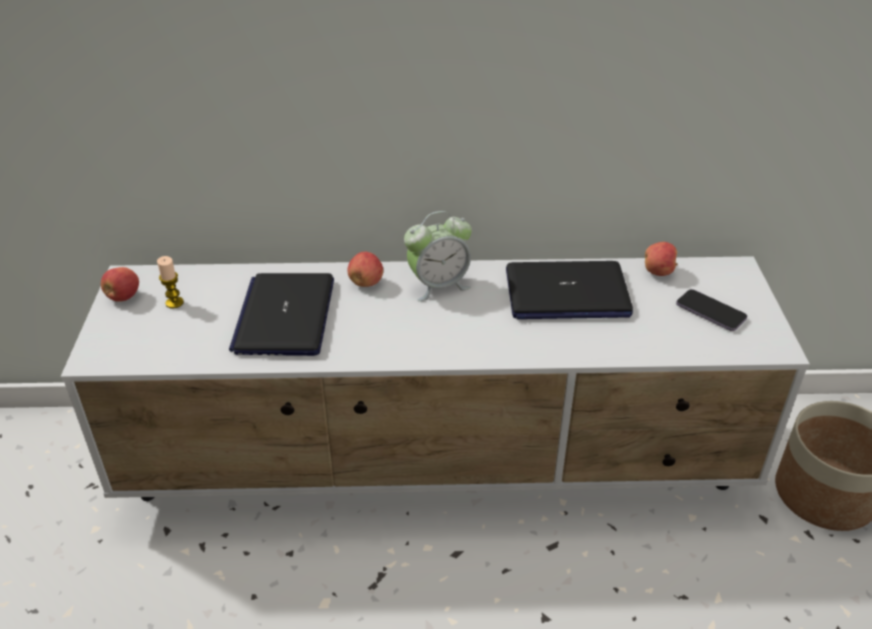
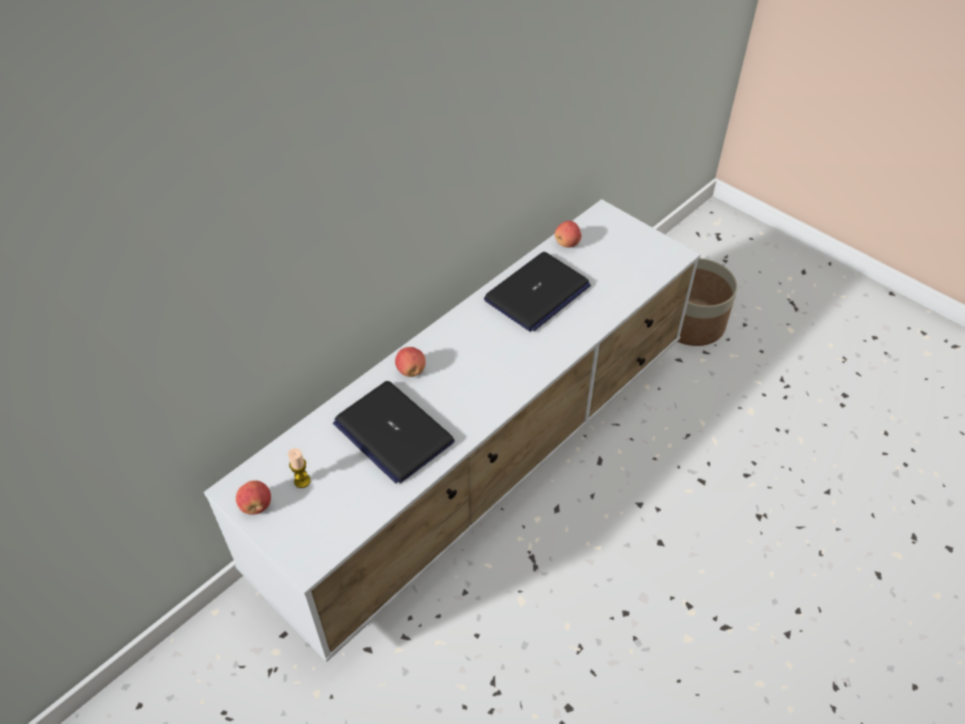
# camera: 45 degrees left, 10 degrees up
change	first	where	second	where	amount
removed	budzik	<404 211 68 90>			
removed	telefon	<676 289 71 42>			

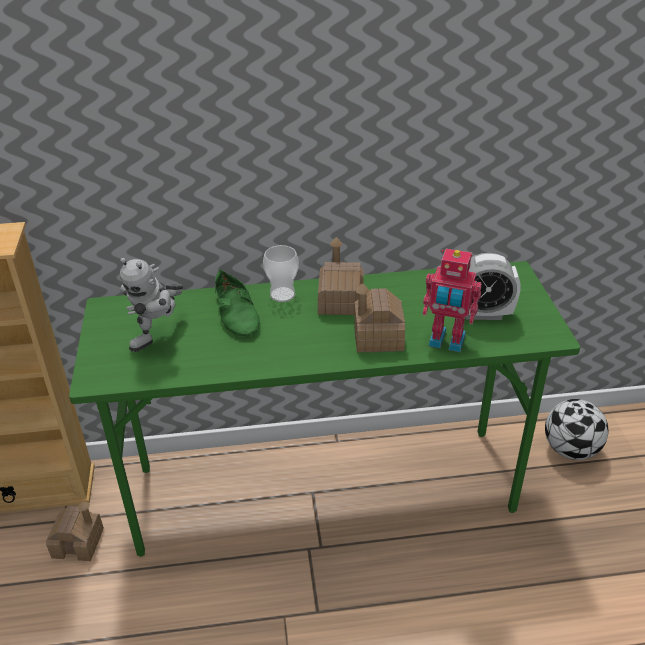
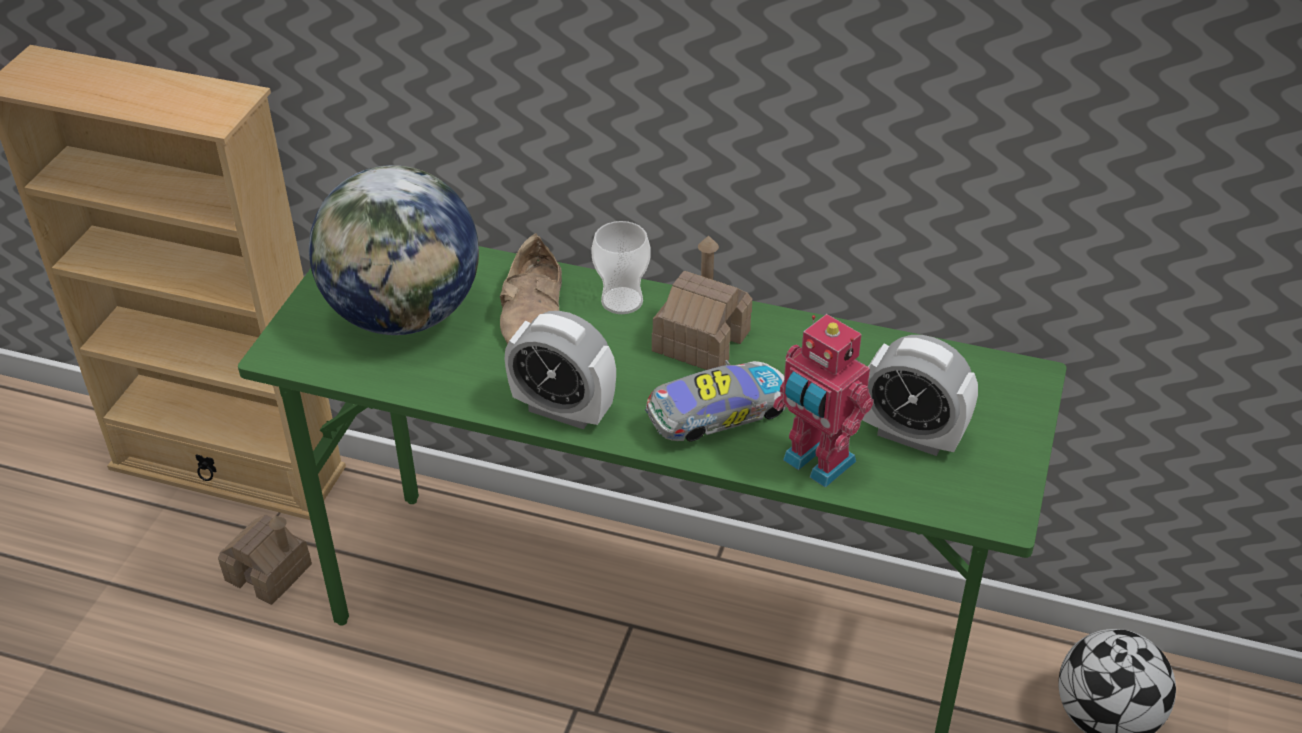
# camera: 25 degrees right, 5 degrees up
change	first	where	second	where	amount
replaced	robot zabawkowy	<120 258 63 94>	globus	<309 165 170 170>	
recoloured	but/zielony	<215 269 45 68>	but/beżowy	<500 233 62 111>	
replaced	domek	<354 283 51 69>	samochodzik	<645 360 141 81>	
added			budzik	<505 311 111 118>	

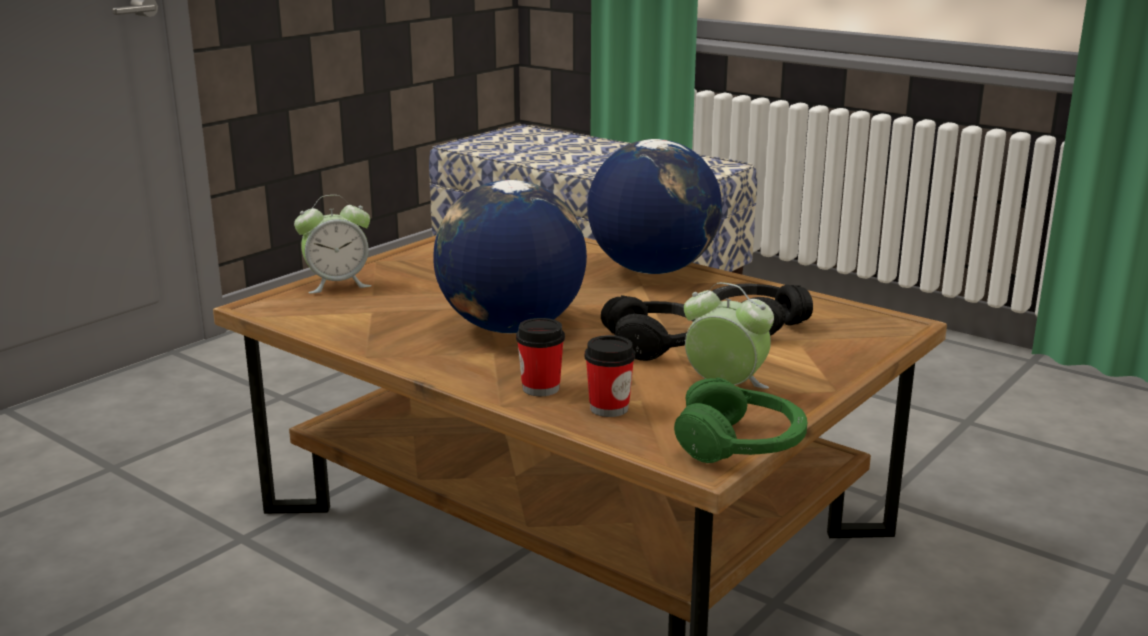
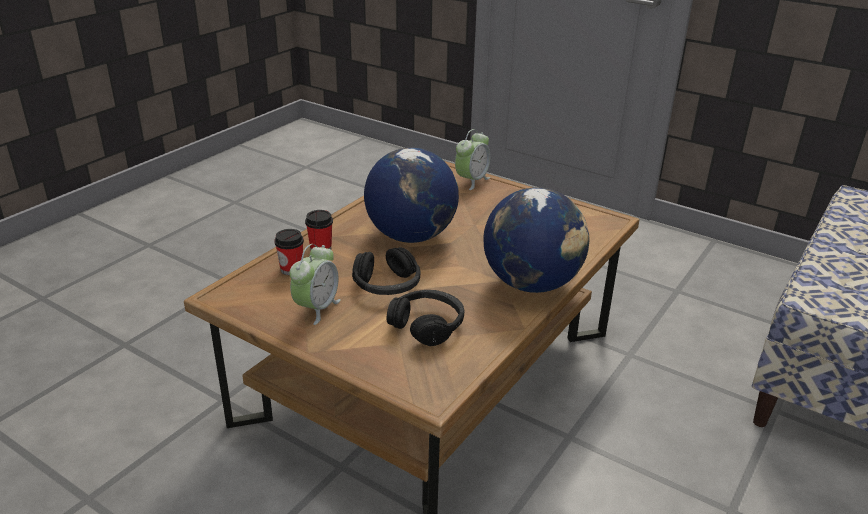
# camera: 85 degrees right, 10 degrees up
change	first	where	second	where	amount
turned	budzik	<294 195 78 99>		<455 129 36 61>	120 degrees counterclockwise
removed	słuchawki/zielony	<674 377 133 86>			

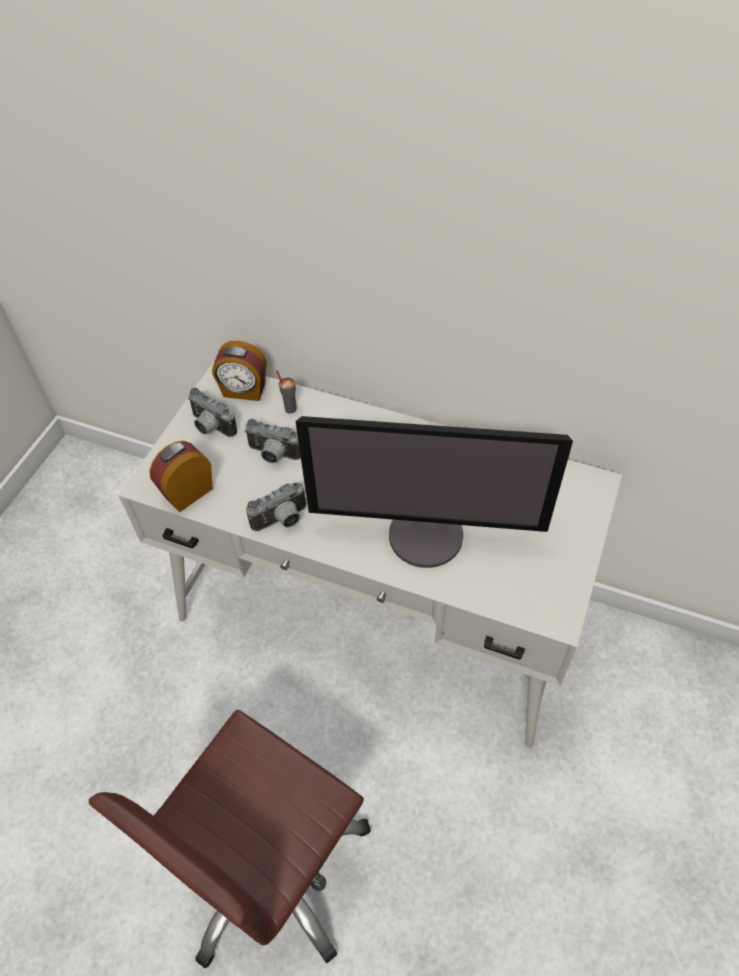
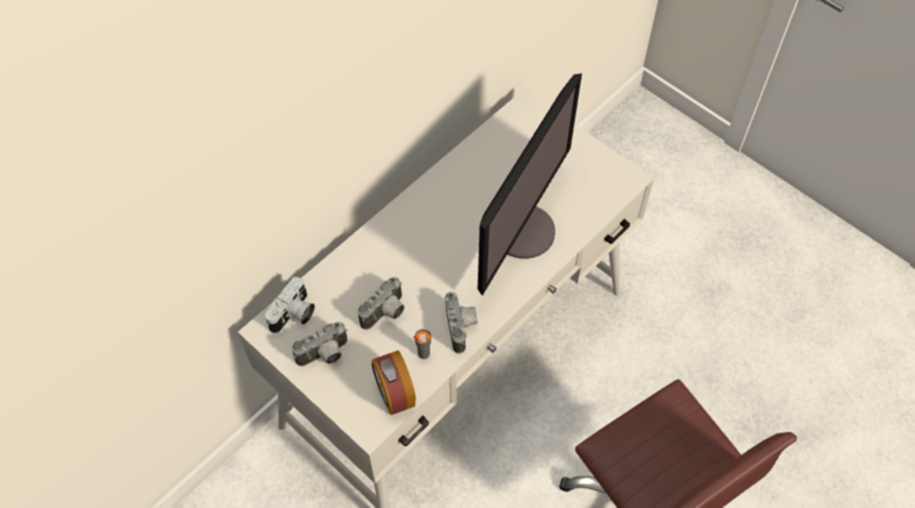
# camera: 70 degrees left, 5 degrees up
change	first	where	second	where	amount
replaced	budzik	<212 341 55 60>	aparat fotograficzny	<265 277 50 56>	
moved	filiżanka/szary	<277 371 20 42>		<413 329 18 30>	

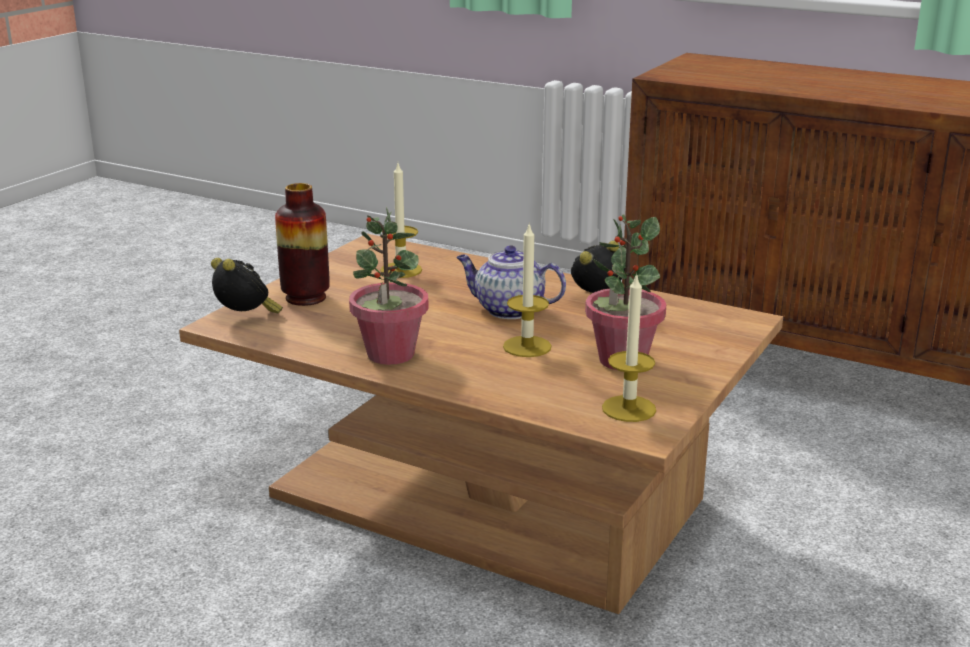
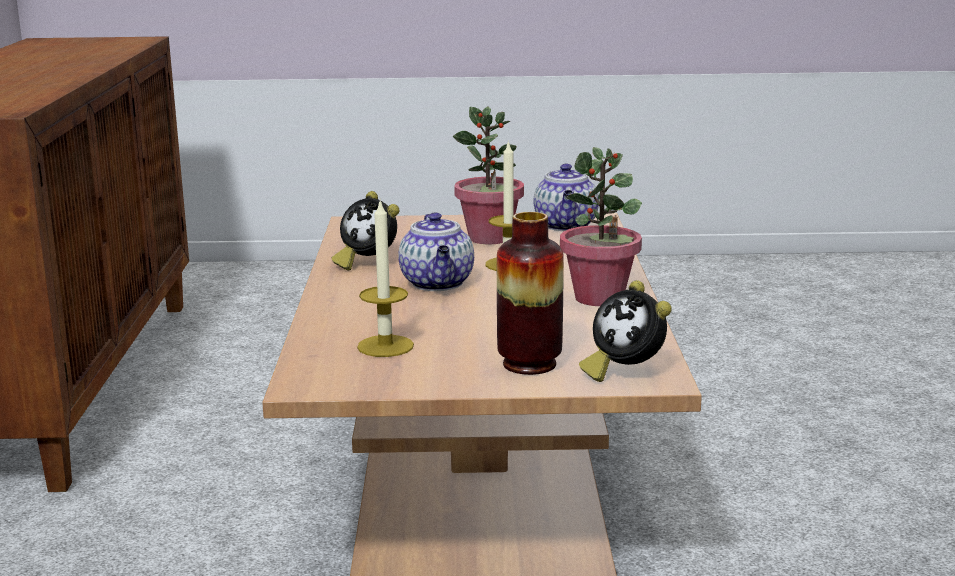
# camera: 120 degrees left, 5 degrees down
change	first	where	second	where	amount
turned	budzik	<211 258 72 55>		<579 280 93 102>	60 degrees counterclockwise
replaced	świeca	<602 273 54 149>	imbryk	<533 164 66 67>	

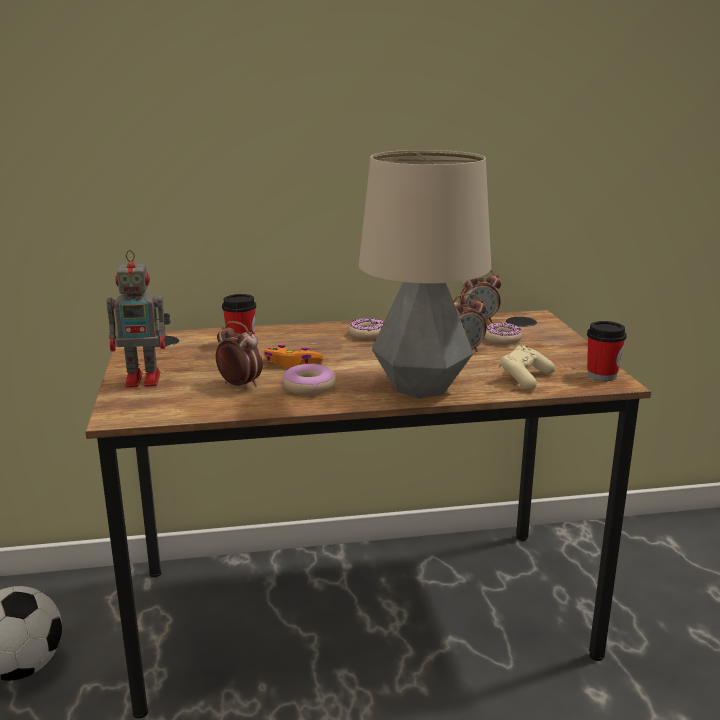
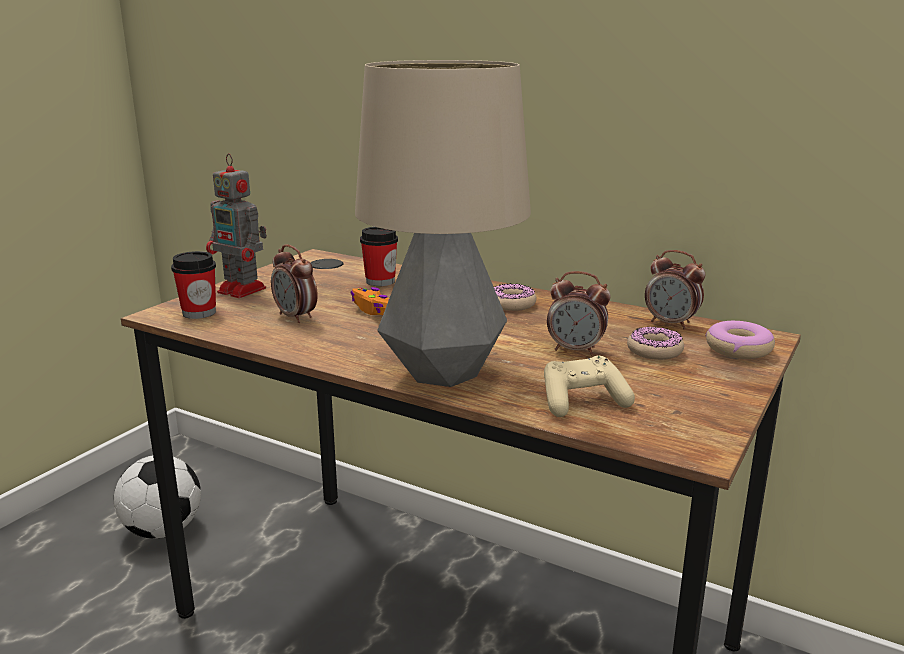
# camera: 40 degrees right, 0 degrees up
change	first	where	second	where	amount
turned	budzik	<216 321 47 69>		<271 245 47 78>	150 degrees clockwise
moved	filiżanka	<587 321 40 60>		<171 251 45 68>	
moved	donut	<282 364 54 32>		<706 321 69 38>	

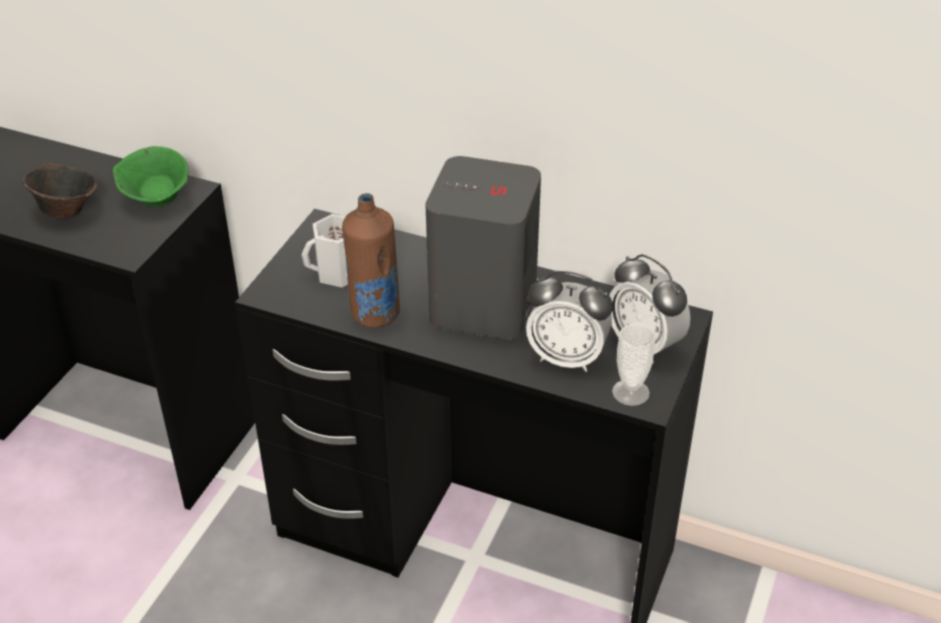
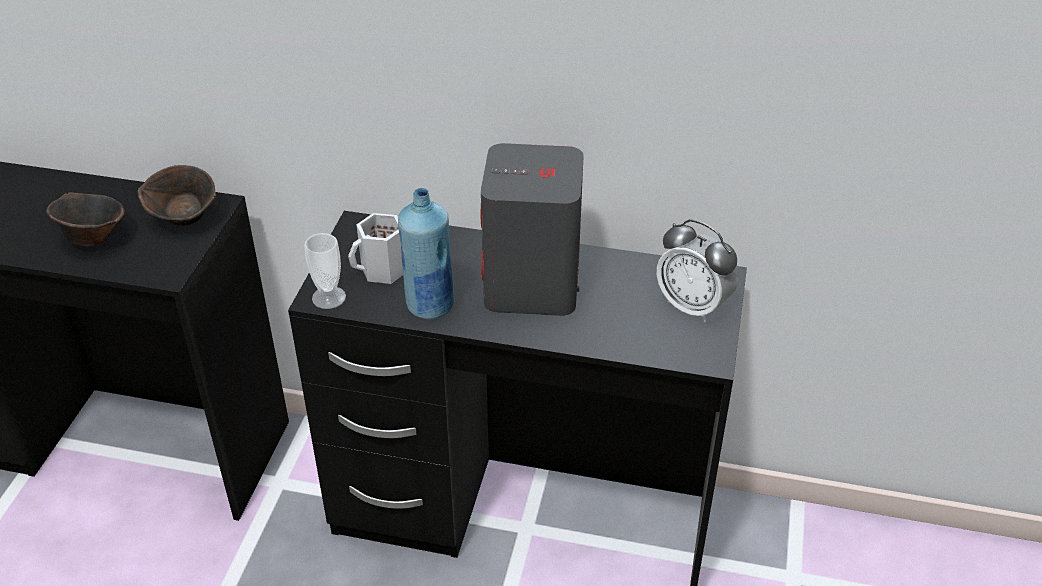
# camera: 10 degrees left, 0 degrees up
change	first	where	second	where	amount
recoloured	miska/zielony	<113 146 75 61>	miska/brązowy	<137 165 79 61>	
recoloured	butelka/brązowy	<342 193 58 135>	butelka/niebieski	<398 188 56 132>	
removed	budzik	<526 270 87 102>			
moved	filiżanka	<612 324 44 82>		<304 233 42 76>	

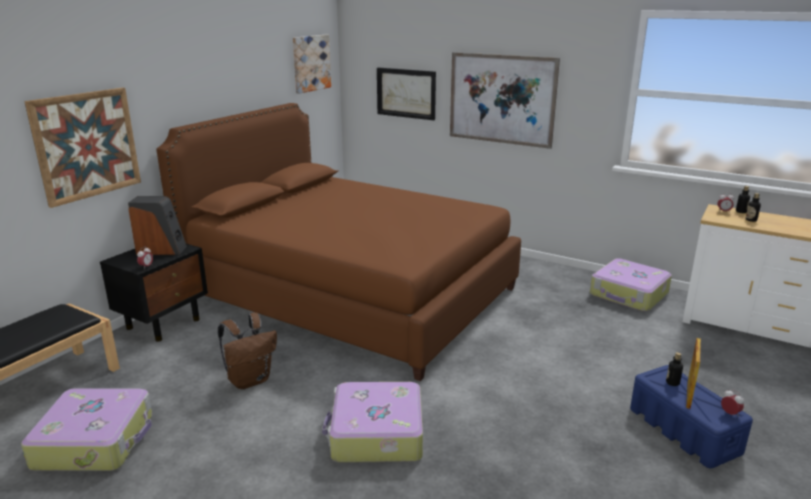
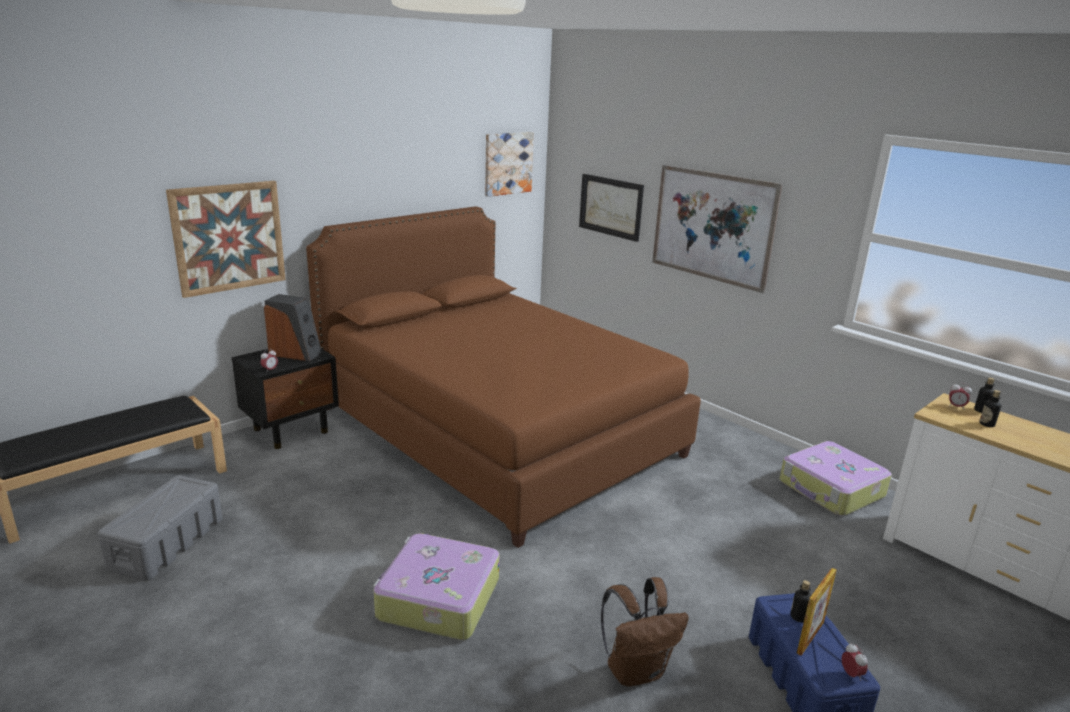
# camera: 15 degrees right, 0 degrees up
change	first	where	second	where	amount
moved	plecak/brązowy	<218 312 59 77>		<601 577 88 110>	
replaced	walizka	<21 388 131 83>	pojemnik do przechowywania/szary	<98 475 124 106>	

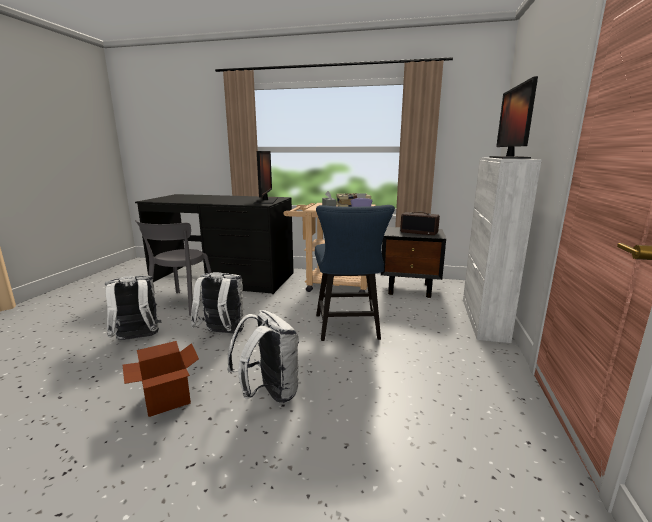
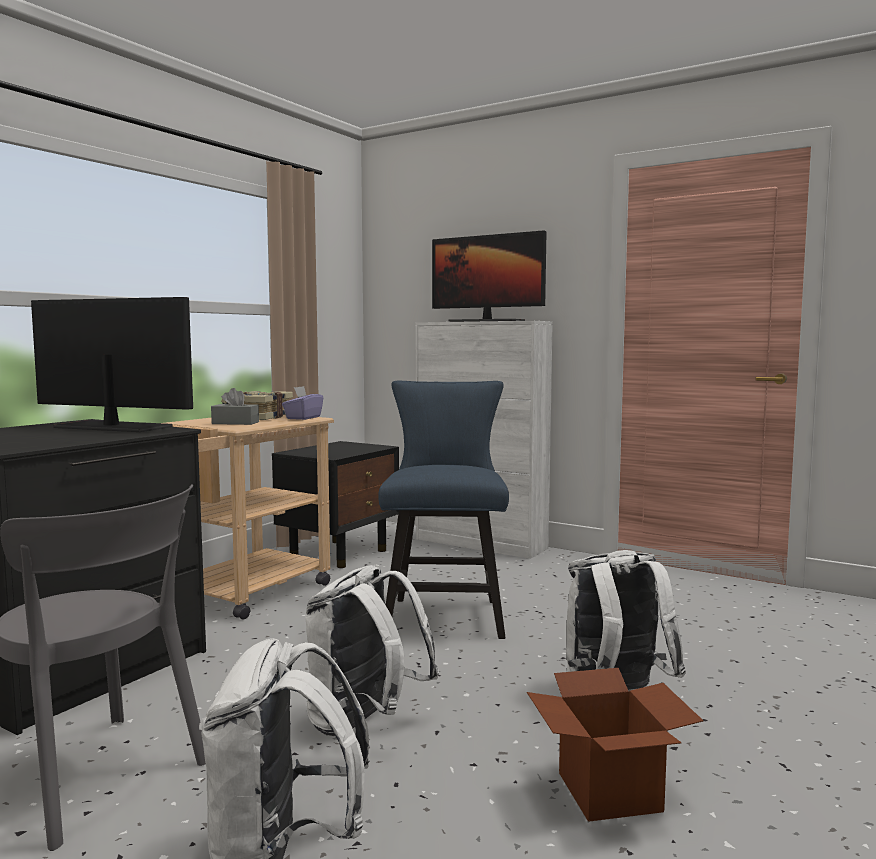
# camera: 70 degrees left, 10 degrees down
change	first	where	second	where	amount
turned	krzesło/niebieski	<315 205 80 136>		<378 381 131 258>	105 degrees counterclockwise
removed	radio	<400 212 40 23>			

